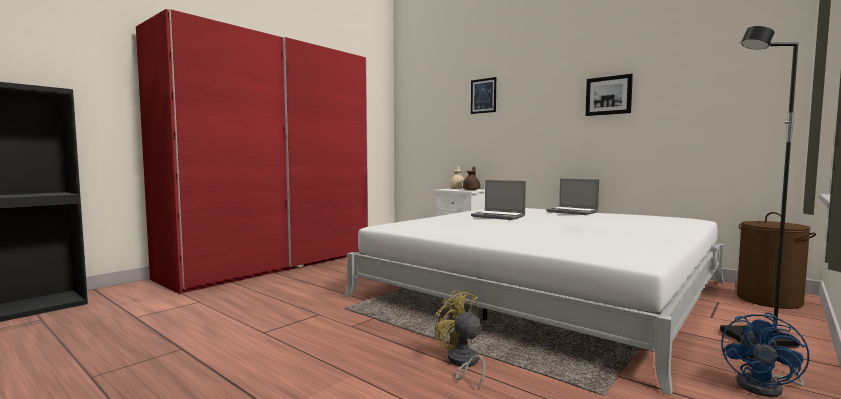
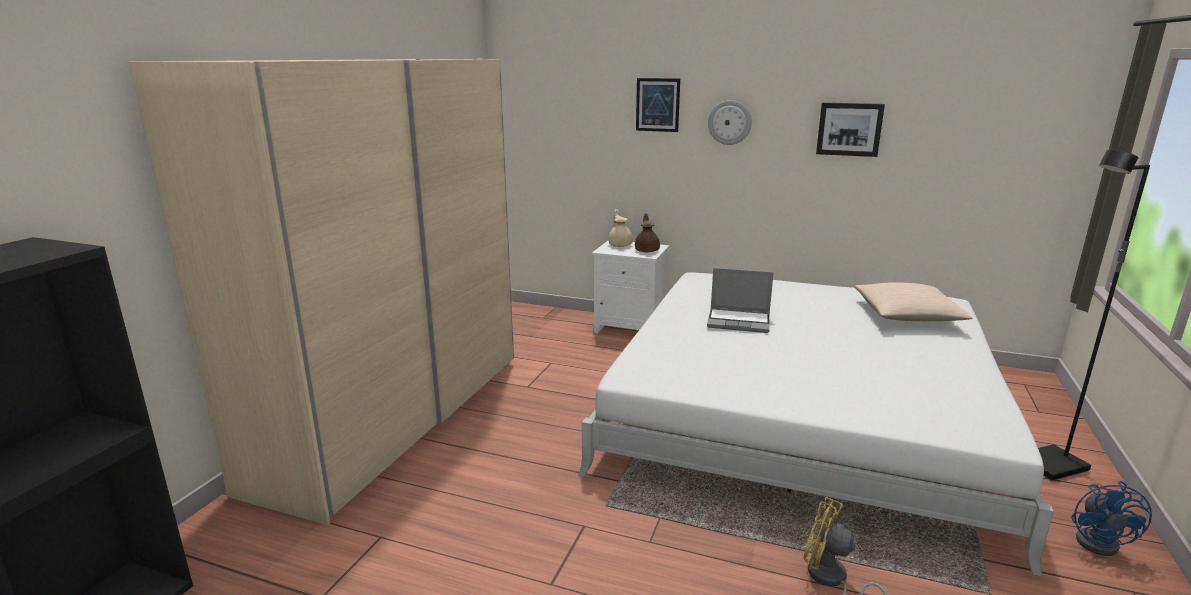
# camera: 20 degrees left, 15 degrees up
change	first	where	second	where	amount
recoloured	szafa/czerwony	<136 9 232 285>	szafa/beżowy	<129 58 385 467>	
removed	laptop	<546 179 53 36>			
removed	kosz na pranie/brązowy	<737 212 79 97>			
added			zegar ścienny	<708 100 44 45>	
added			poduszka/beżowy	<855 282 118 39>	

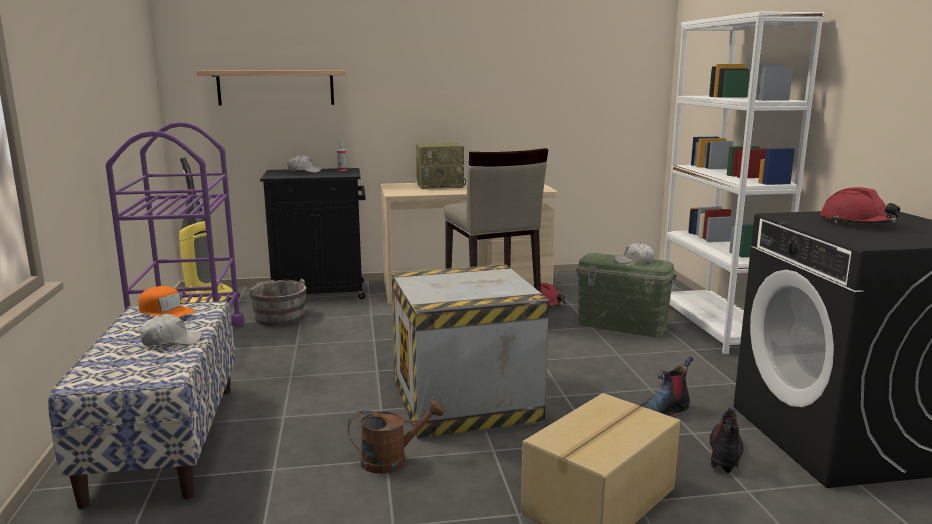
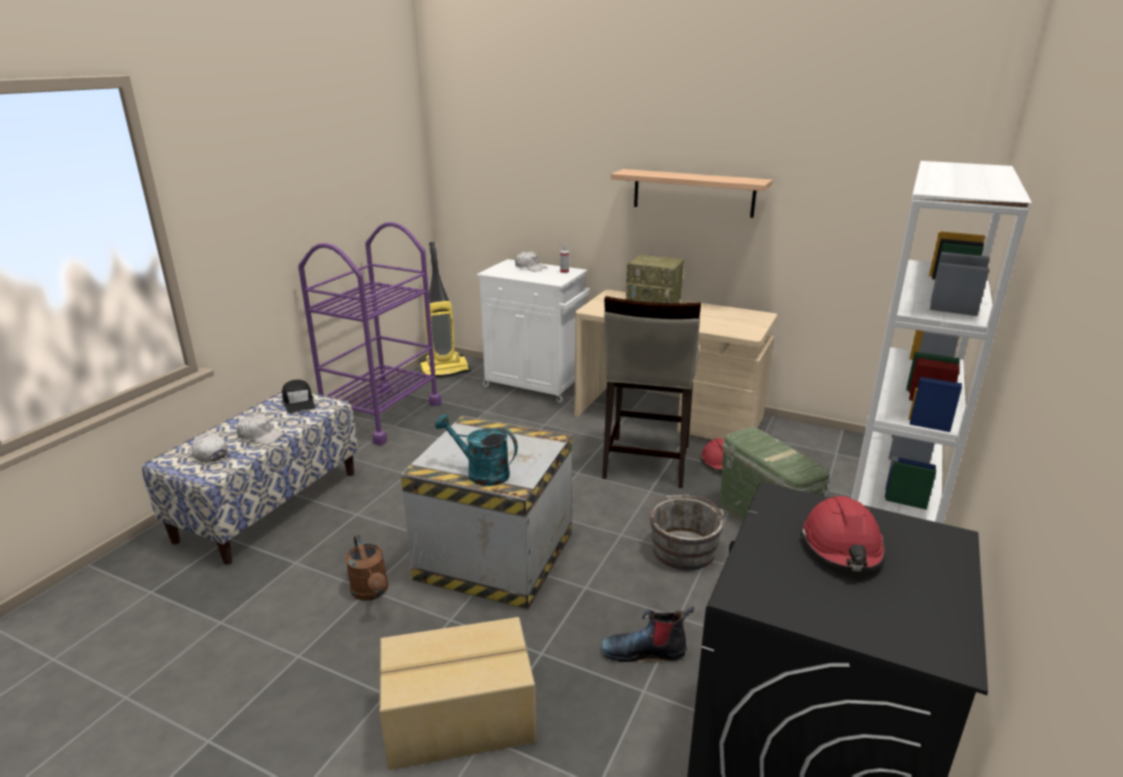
# camera: 35 degrees right, 10 degrees up
change	first	where	second	where	amount
moved	półka	<196 70 150 36>		<611 169 162 49>	
recoloured	szafka/czarny	<260 168 106 131>	szafka/biały	<477 259 113 144>	
moved	czapka z daszkiem/biały	<614 242 40 21>		<188 433 40 29>	
moved	wiadro/szary	<246 279 61 47>		<649 494 75 76>	
recoloured	czapka z daszkiem/pomarańczowy	<139 286 57 32>	czapka z daszkiem/czarny	<282 380 34 33>	
turned	konewka/brązowy	<348 400 96 73>		<345 534 43 67>	45 degrees clockwise
removed	but z cholewką	<710 408 34 65>			
added			konewka/turkusowy	<435 414 83 72>	

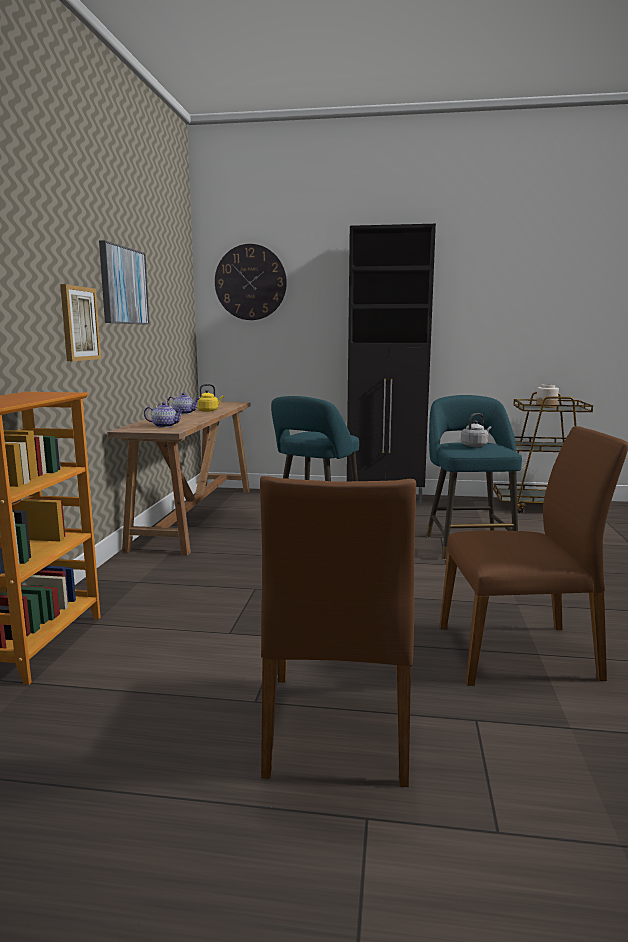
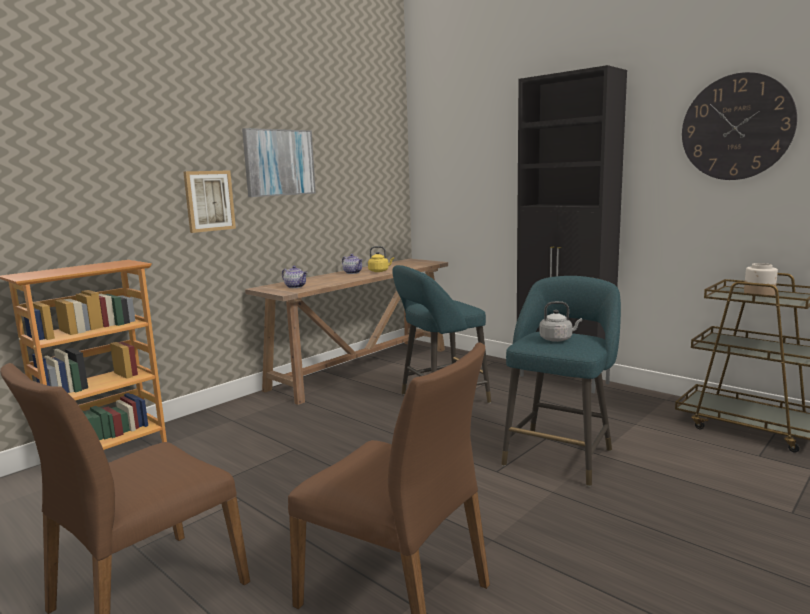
# camera: 35 degrees right, 0 degrees up
change	first	where	second	where	amount
moved	zegar ścienny	<215 244 72 76>		<682 72 115 108>	

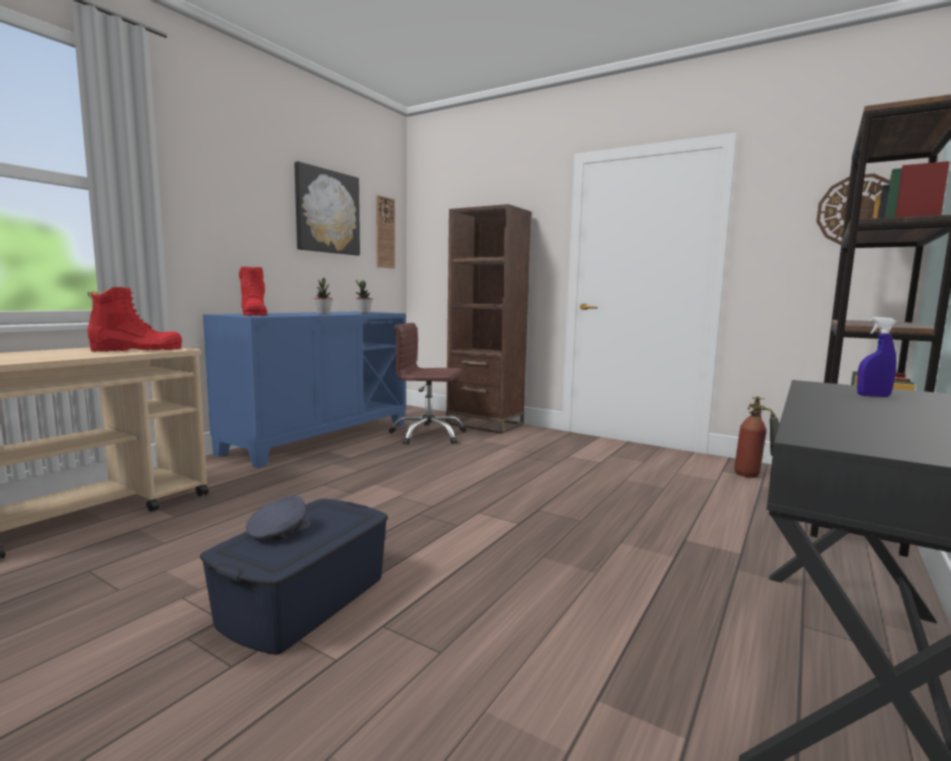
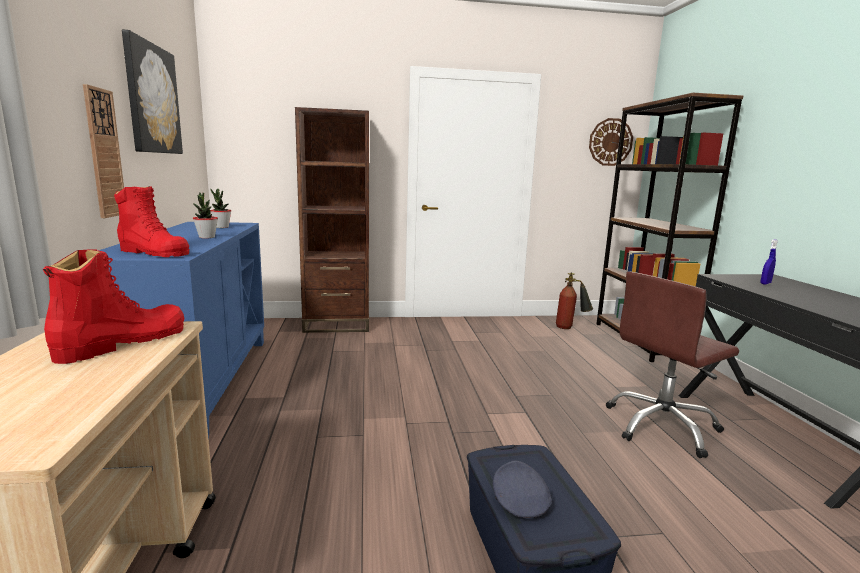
# camera: 40 degrees left, 5 degrees up
change	first	where	second	where	amount
moved	zegar ścienny	<376 195 19 74>		<83 84 41 134>	
moved	krzesło biurowe/brązowy	<389 323 77 122>		<606 272 133 186>	

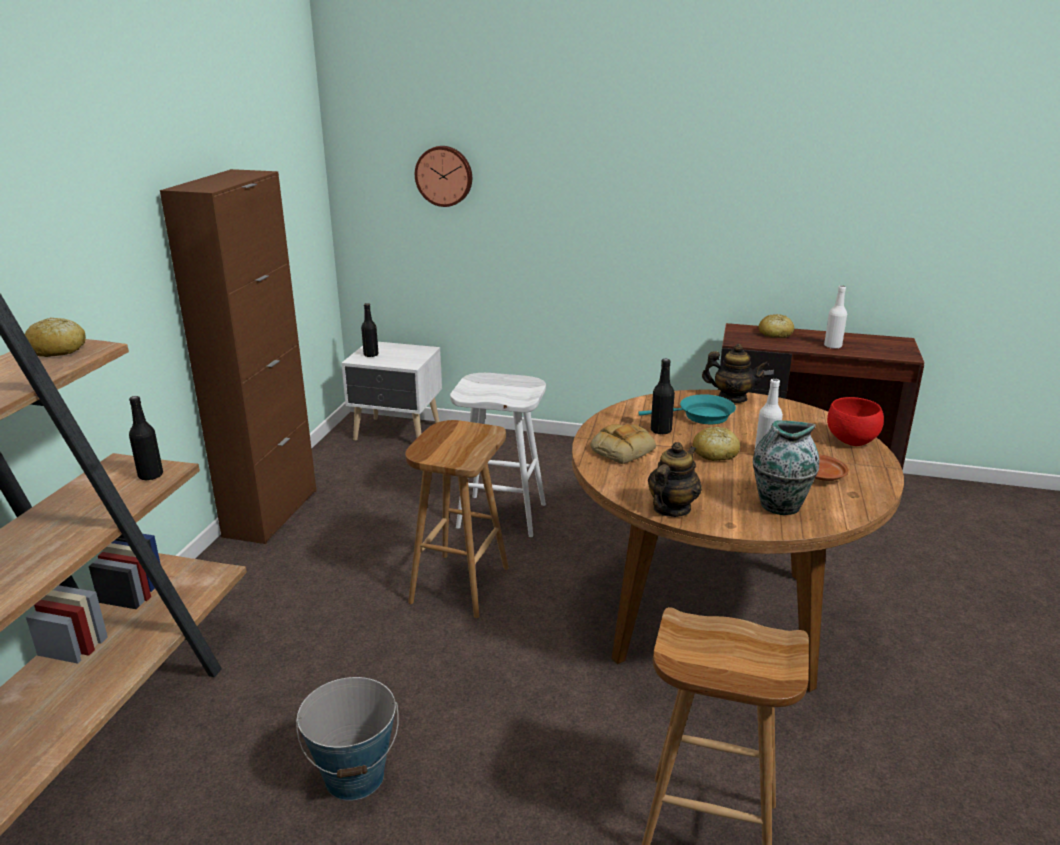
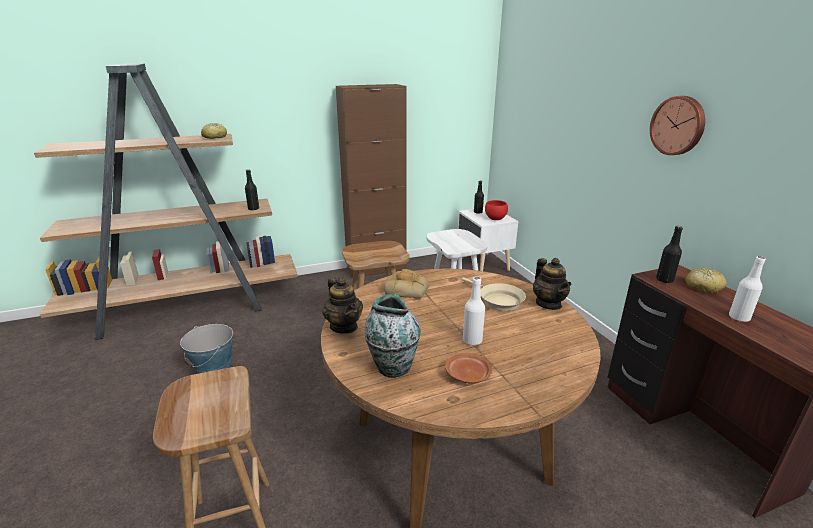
# camera: 55 degrees right, 0 degrees up
change	first	where	second	where	amount
moved	zegar ścienny	<415 146 57 61>		<650 96 55 59>	
moved	butelka/czarny	<651 359 24 76>		<656 226 27 57>	
recoloured	patelnia/turkusowy	<639 394 97 30>	patelnia/beżowy	<462 278 64 33>	
moved	miska/czerwony	<827 397 57 49>		<485 200 23 20>	
removed	chleb	<693 427 47 34>			
turned	imbryk	<648 442 54 75>		<322 278 41 56>	60 degrees clockwise

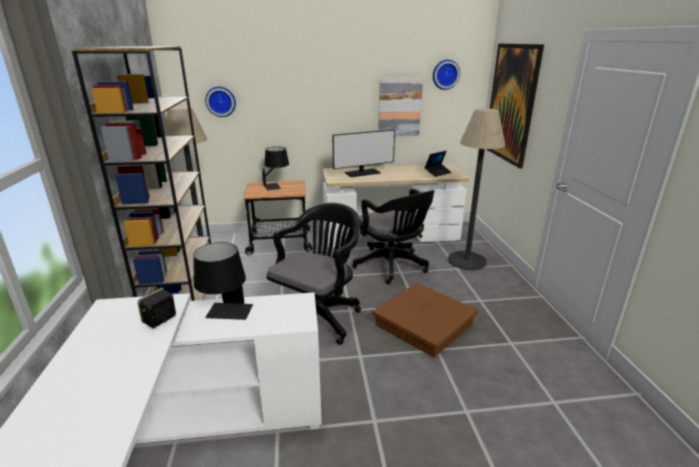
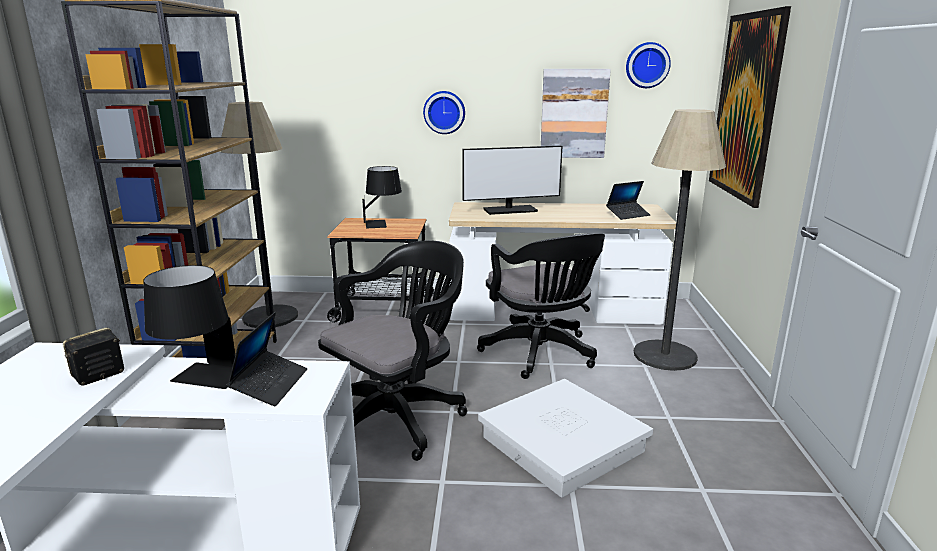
# camera: 10 degrees right, 5 degrees down
change	first	where	second	where	amount
moved	zegar ścienny	<205 87 31 30>		<423 91 42 43>	
recoloured	pojemnik do przechowywania/brązowy	<372 283 106 75>	pojemnik do przechowywania/biały	<478 379 175 119>	
added			laptop	<227 312 80 94>	

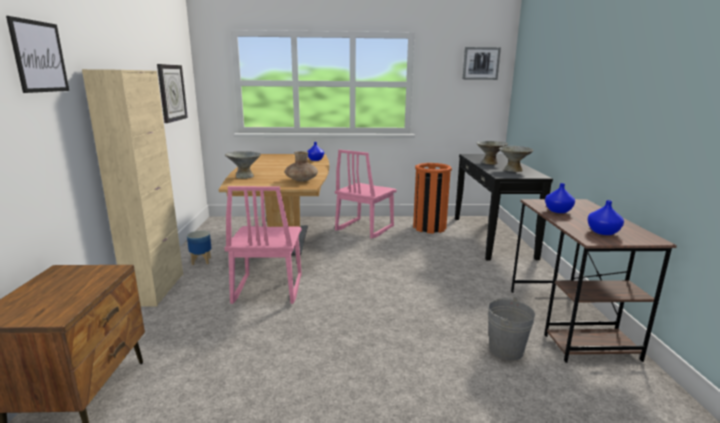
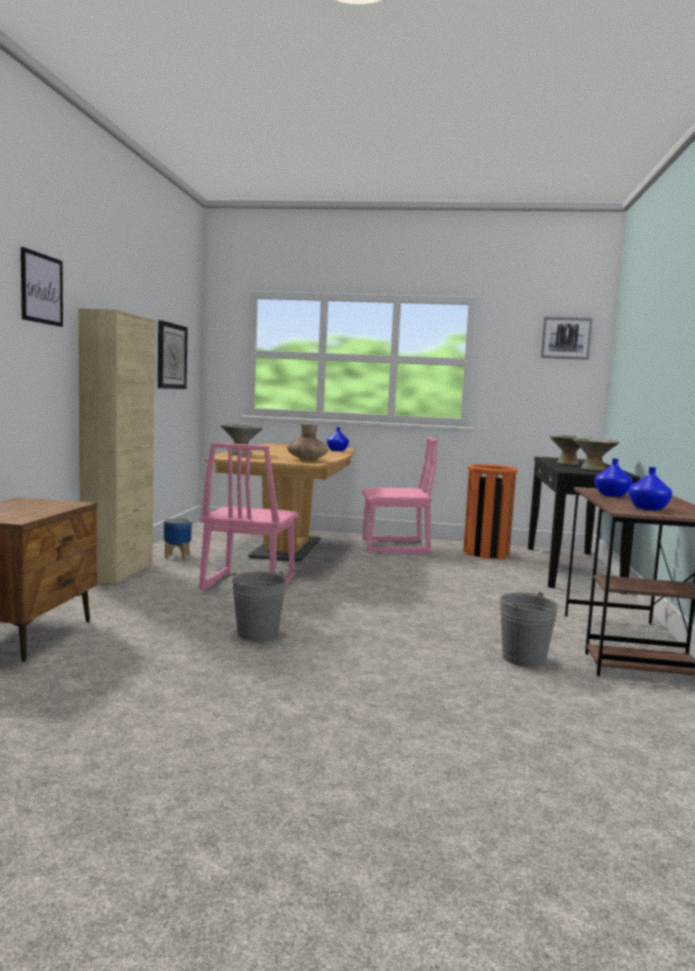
# camera: 10 degrees right, 10 degrees down
change	first	where	second	where	amount
turned	krzesło/różowy	<335 150 62 89>		<362 437 76 117>	135 degrees counterclockwise
added			wiadro/szary	<232 571 54 70>	

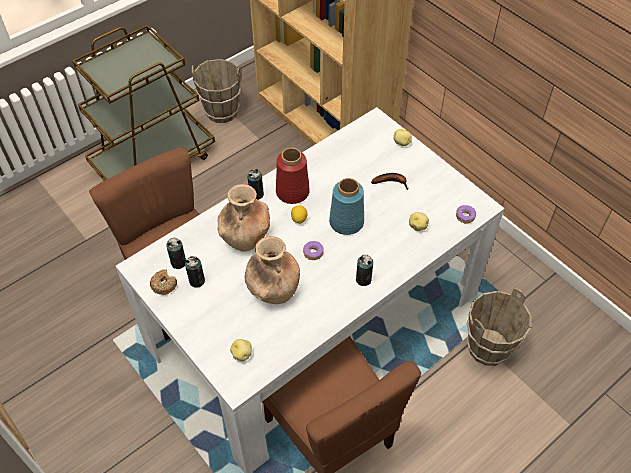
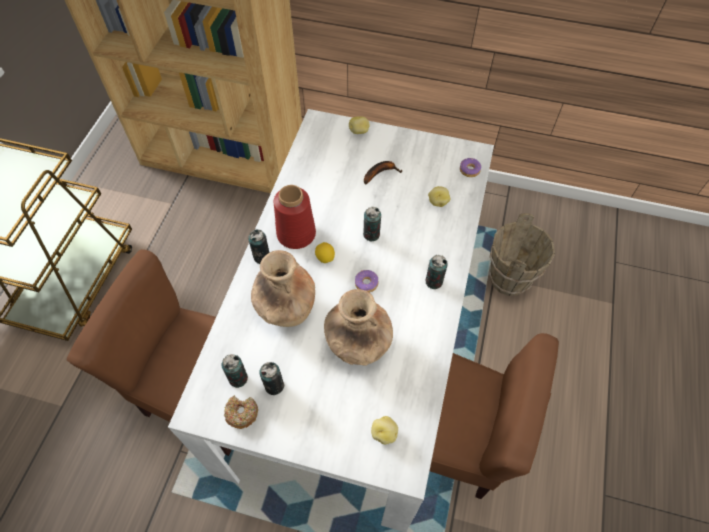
# camera: 35 degrees left, 5 degrees up
change	first	where	second	where	amount
removed	wiadro/brązowy	<192 59 50 64>			
replaced	wazon/niebieski	<329 178 35 57>	puszka	<363 207 18 35>	

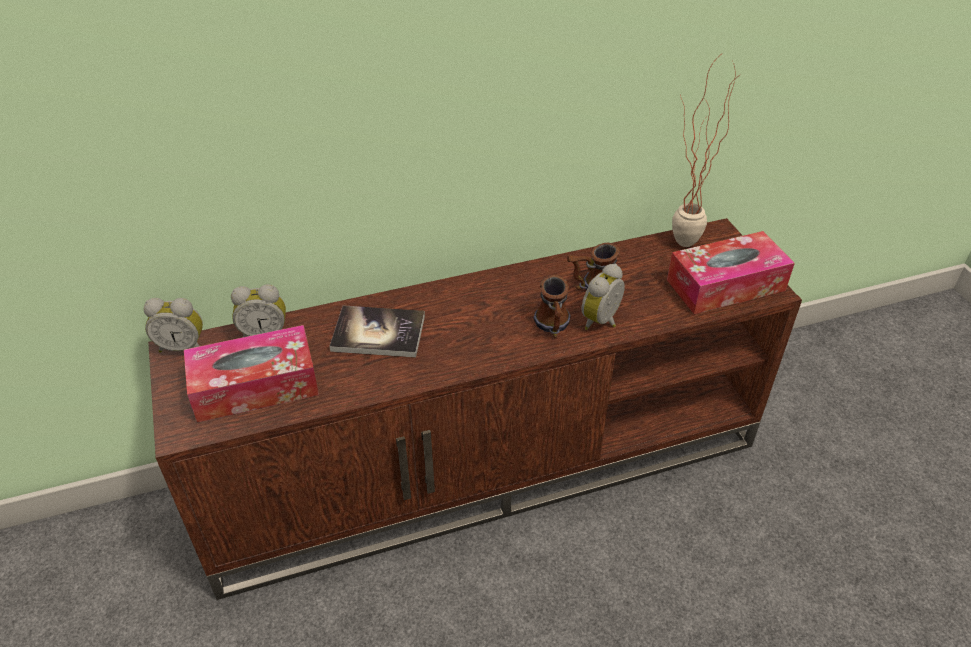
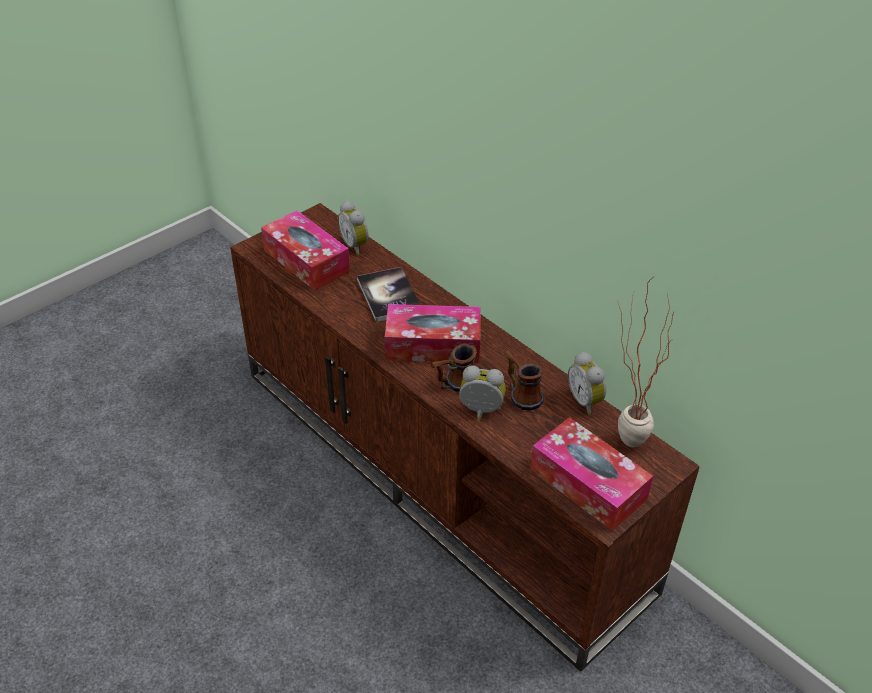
# camera: 65 degrees right, 0 degrees up
change	first	where	second	where	amount
moved	budzik	<144 298 59 55>		<568 352 38 64>	
added			pudełko chusteczek	<385 304 96 60>	

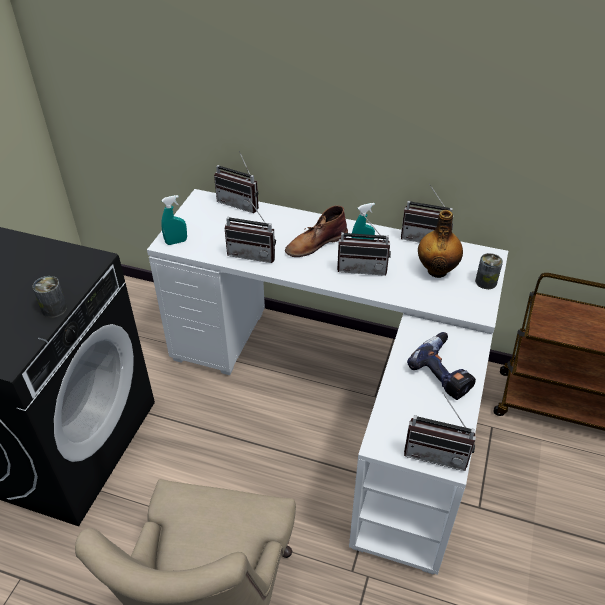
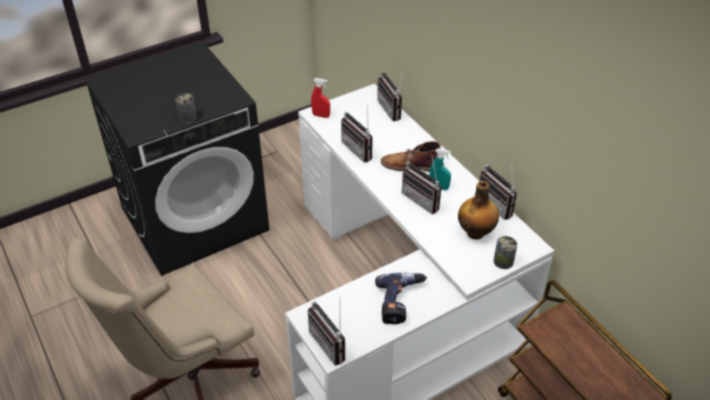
# camera: 40 degrees right, 0 degrees up
change	first	where	second	where	amount
recoloured	spryskiwacz/turkusowy	<161 195 26 50>	spryskiwacz/czerwony	<311 78 19 40>	

